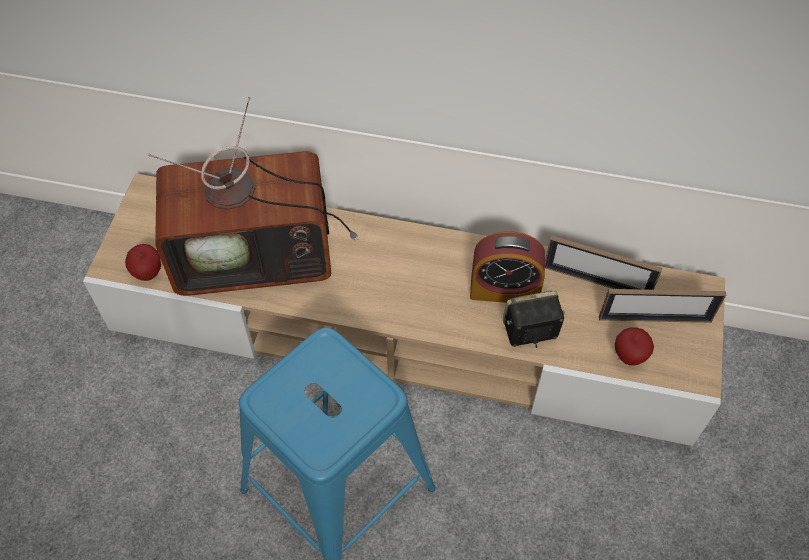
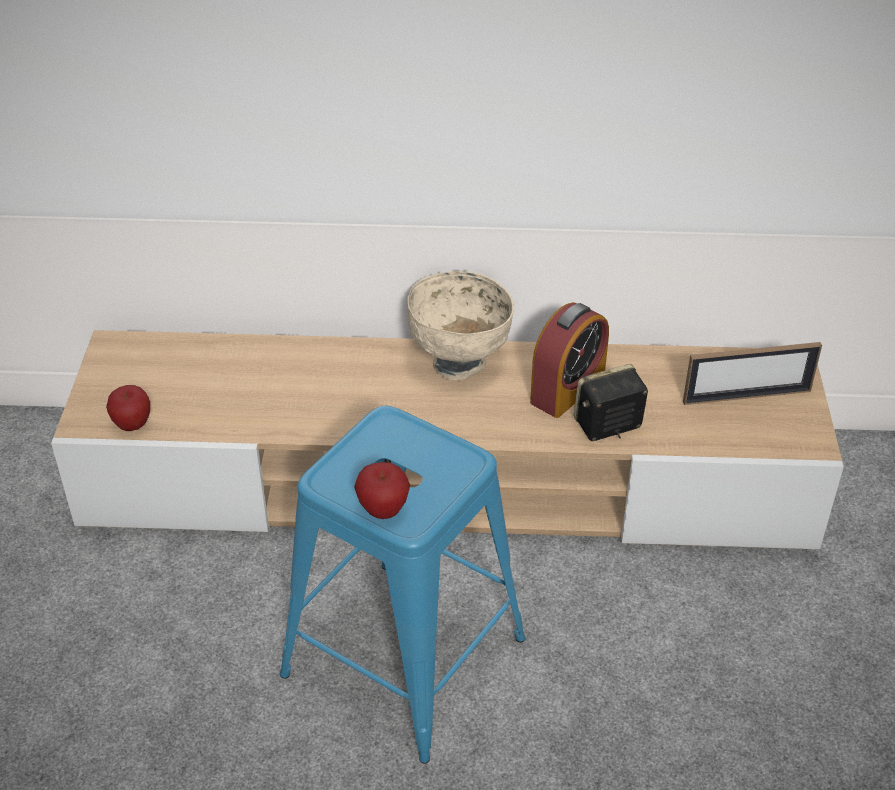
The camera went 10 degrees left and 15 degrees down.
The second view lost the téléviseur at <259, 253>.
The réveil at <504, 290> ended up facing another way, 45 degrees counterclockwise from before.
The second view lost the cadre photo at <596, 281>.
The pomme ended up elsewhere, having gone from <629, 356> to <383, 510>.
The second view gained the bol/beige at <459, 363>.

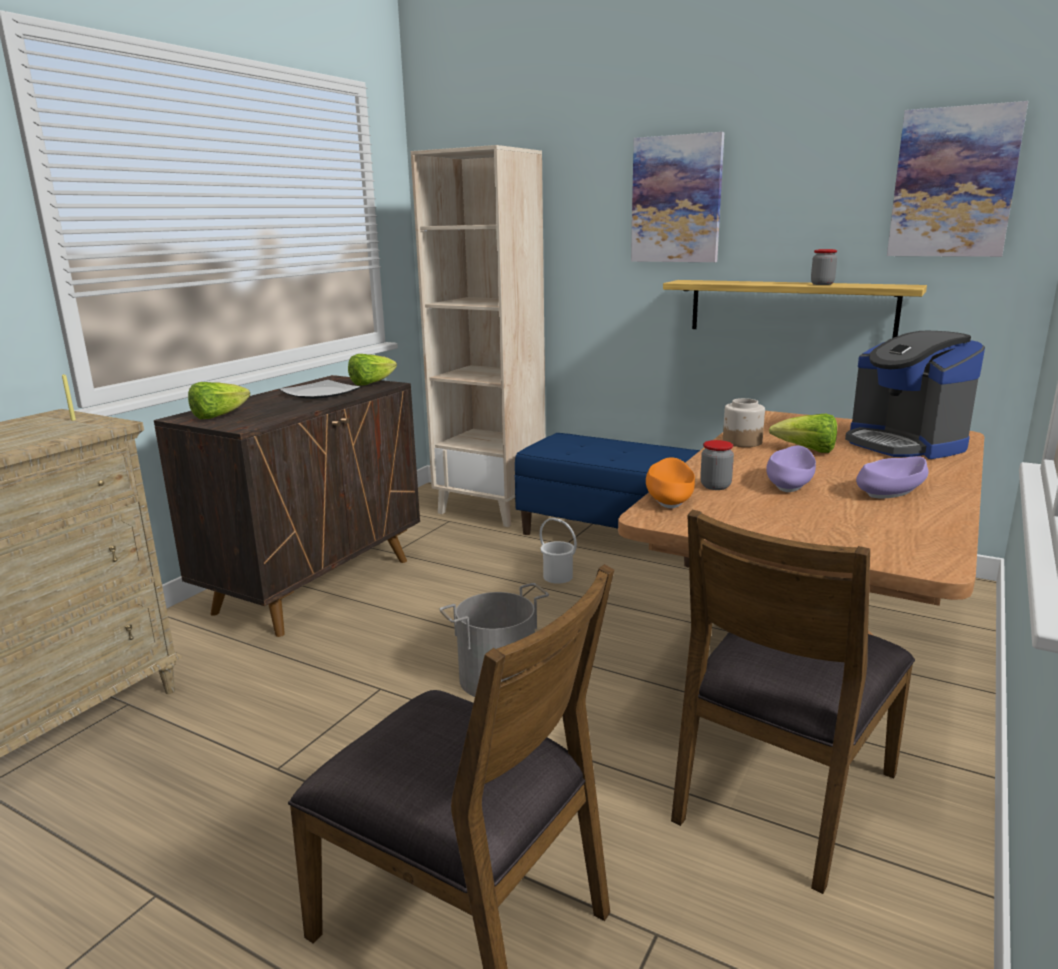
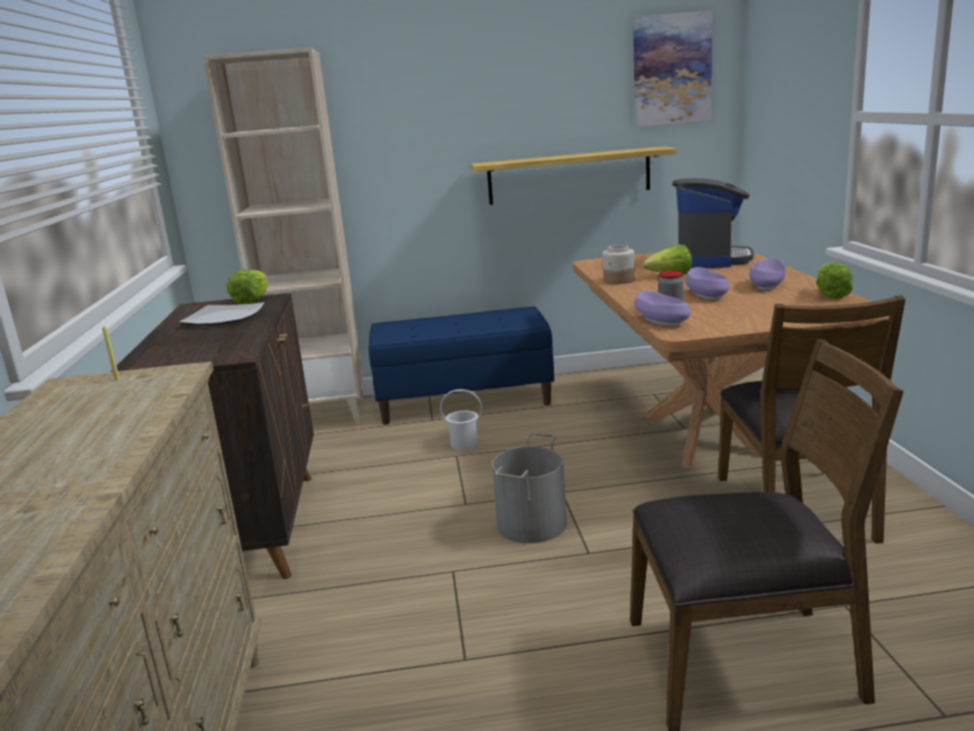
The camera went 35 degrees left and 0 degrees up.
The second view lost the tableau at <676, 200>.
The second view lost the bocal at <822, 284>.
The machine à café at <904, 444> ended up facing another way, 105 degrees counterclockwise from before.
The laitue ended up elsewhere, having gone from <219, 416> to <830, 295>.
What was the bol/orange at <669, 498> turned into the bol/violet at <661, 320>.

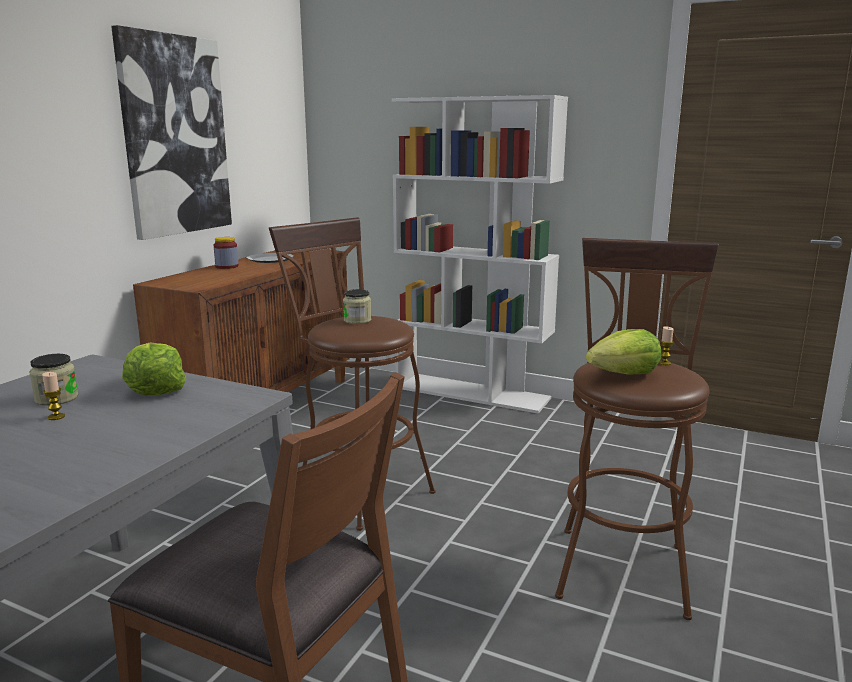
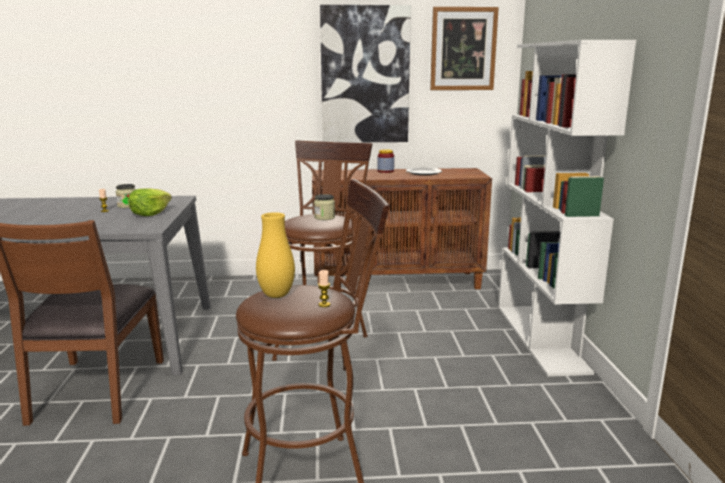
The camera went 60 degrees right and 0 degrees up.
Where the laitue stood at <624, 374>, the vase/jaune came to stand at <276, 295>.
The second view gained the tableau at <463, 49>.

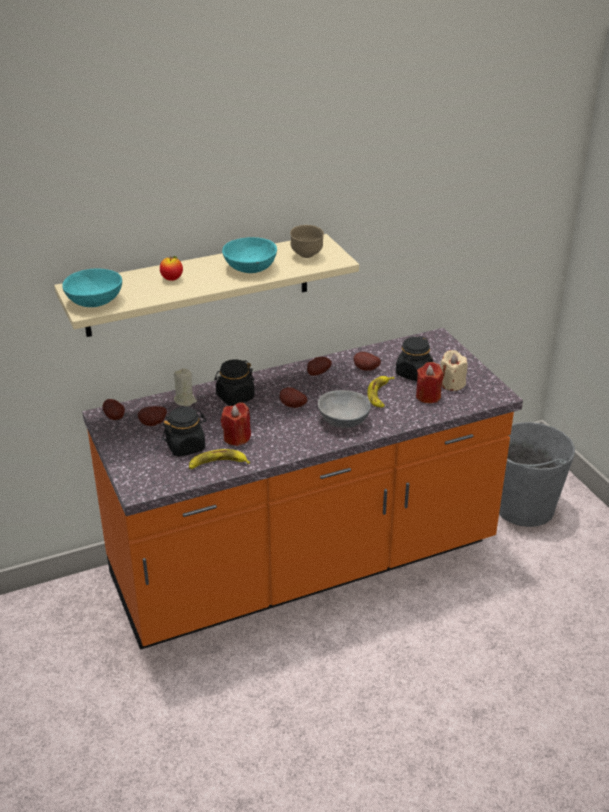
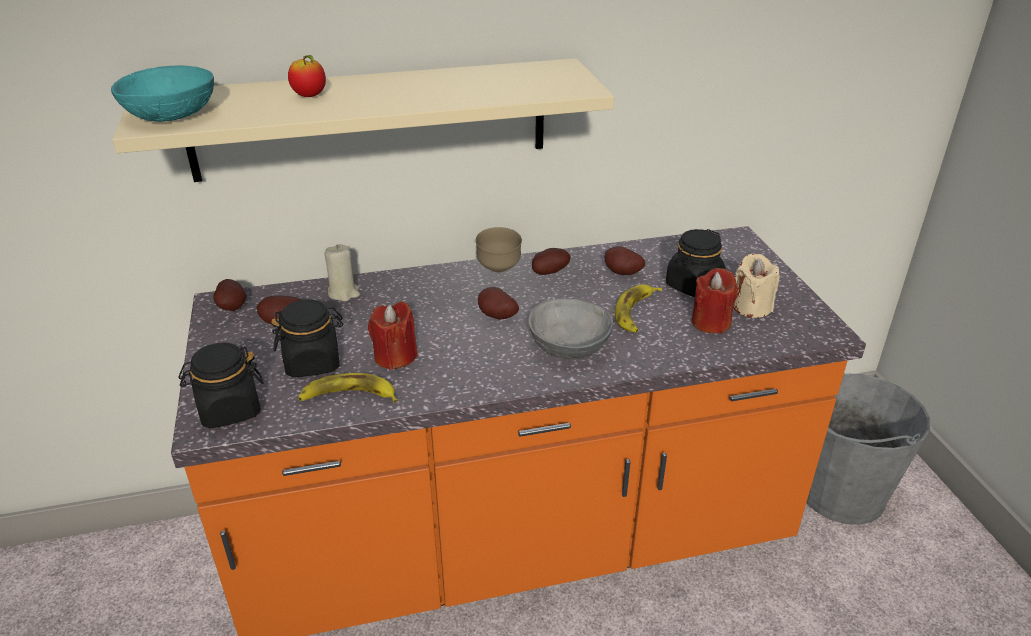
The camera went 10 degrees right and 0 degrees up.
The bol/marron ended up elsewhere, having gone from <307, 256> to <499, 269>.
The second view lost the bol/turquoise at <250, 267>.
The bocal/noir ended up elsewhere, having gone from <235, 397> to <229, 409>.

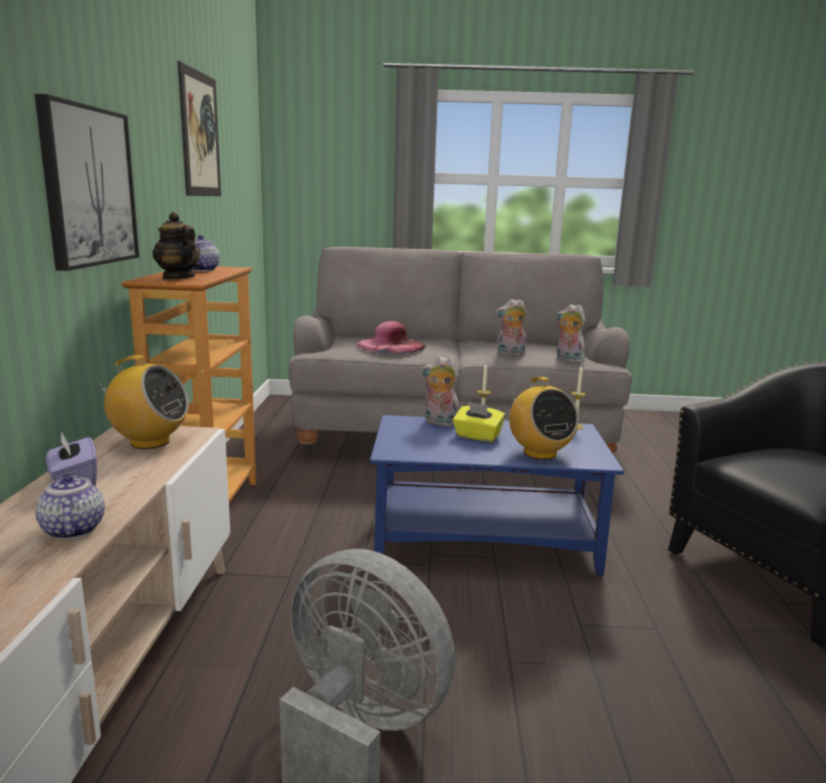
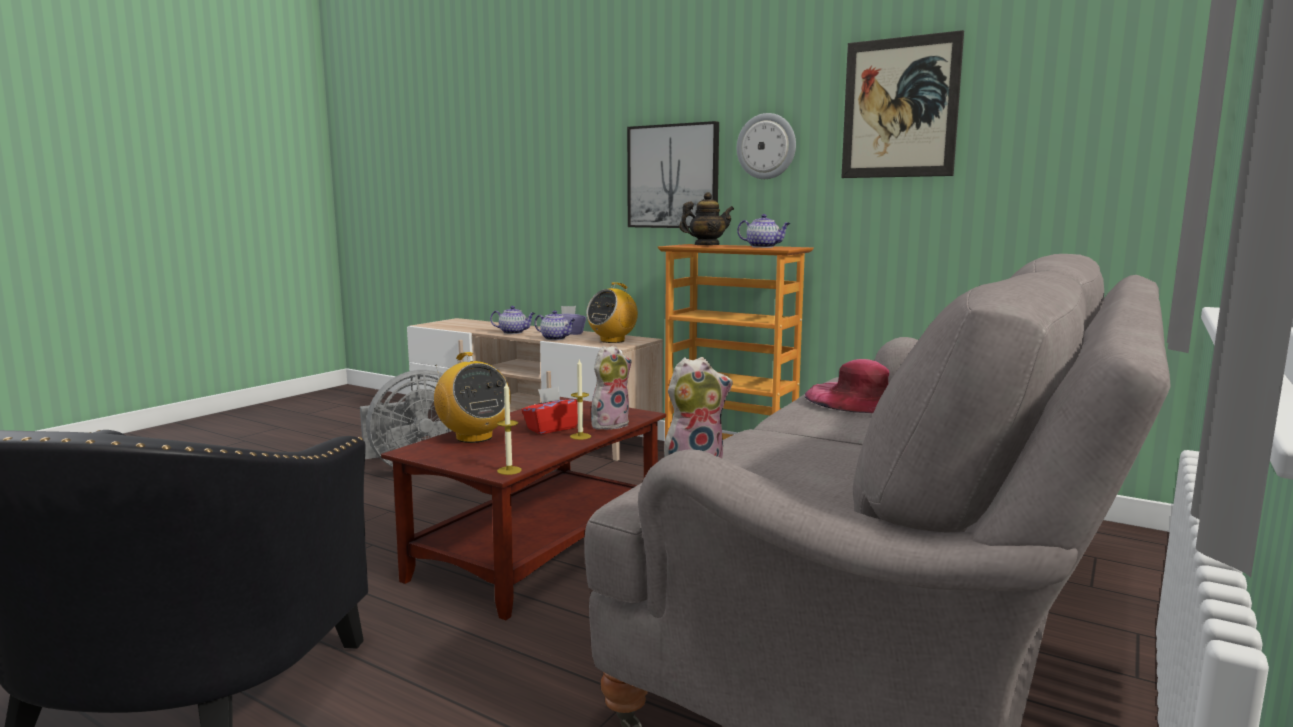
The camera went 120 degrees right and 5 degrees down.
The second view lost the peluche at <510, 354>.
The radio at <539, 453> ended up facing another way, 135 degrees counterclockwise from before.
What was the boîte à mouchoirs/jaune at <477, 436> turned into the boîte à mouchoirs/rouge at <551, 428>.
What was the table basse/bleu at <486, 539> turned into the table basse/marron at <539, 550>.
The second view gained the horloge murale at <766, 146>.
The second view gained the théière at <556, 338>.

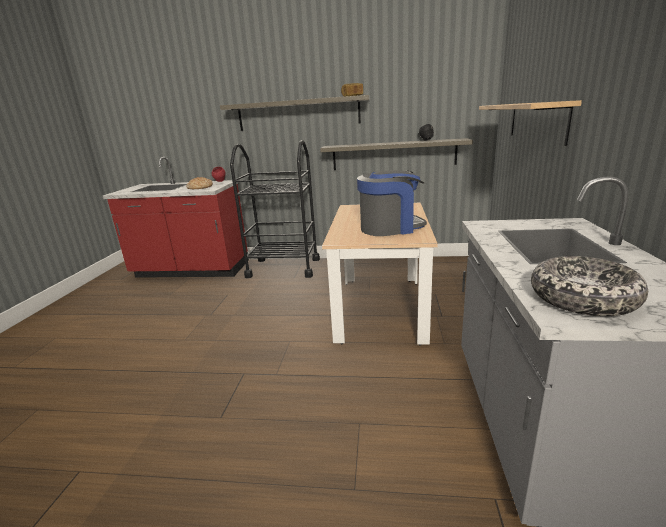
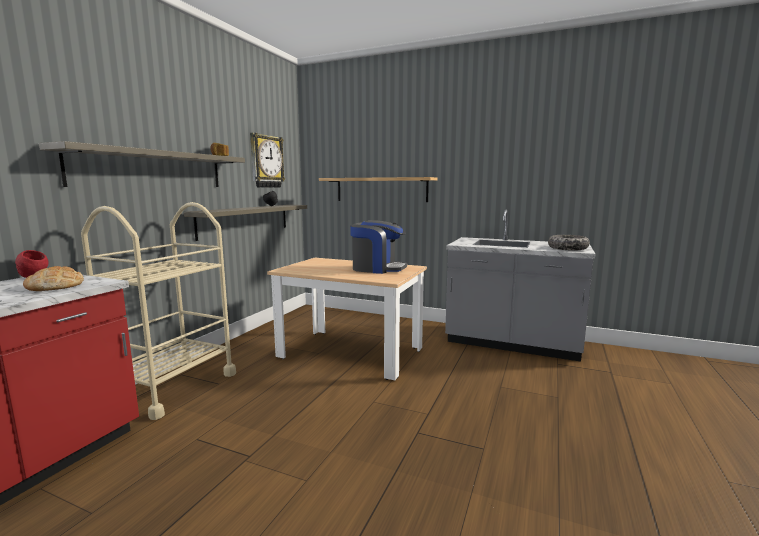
The camera went 75 degrees left and 10 degrees down.
What was the chariot/noir at <283, 268> turned into the chariot/beige at <173, 387>.
The machine à café at <390, 228> ended up facing another way, 105 degrees clockwise from before.
The second view gained the horloge murale at <266, 161>.

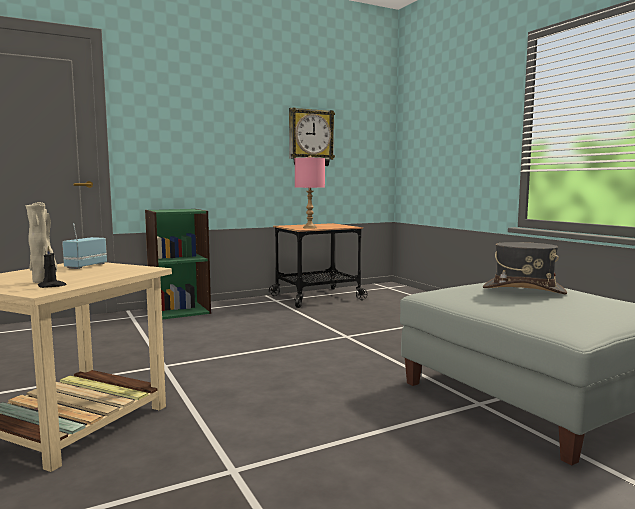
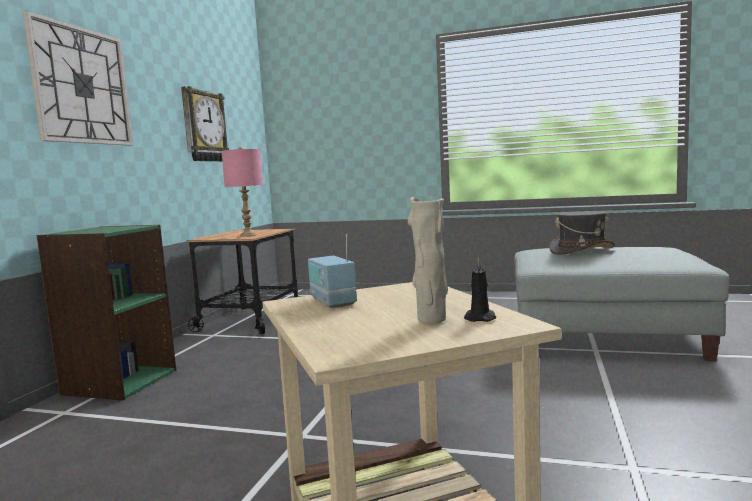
The camera went 45 degrees left and 0 degrees up.
The second view gained the horloge murale at <82, 86>.

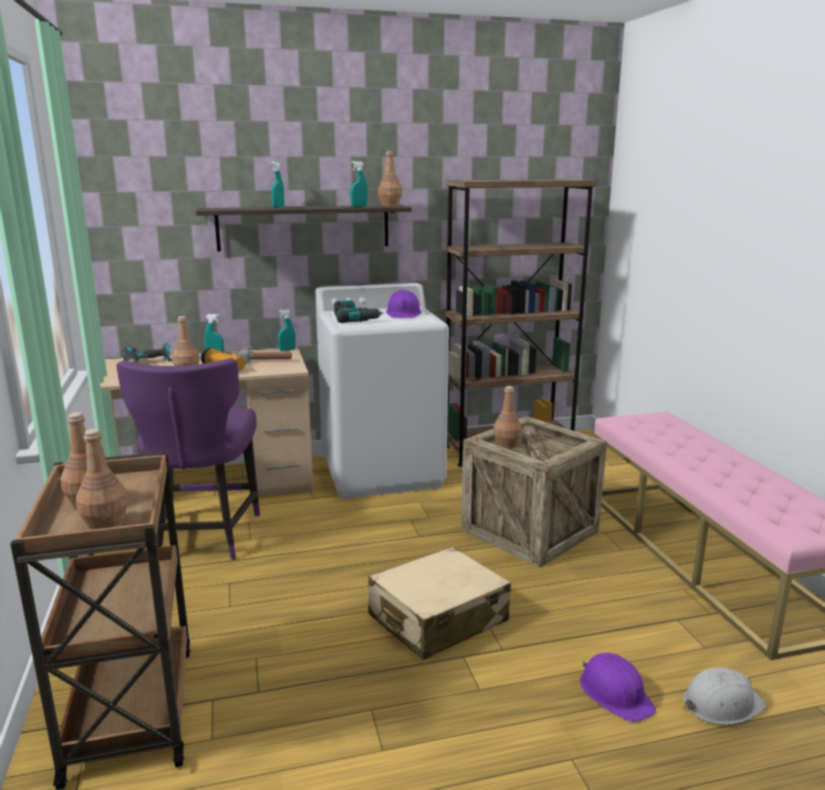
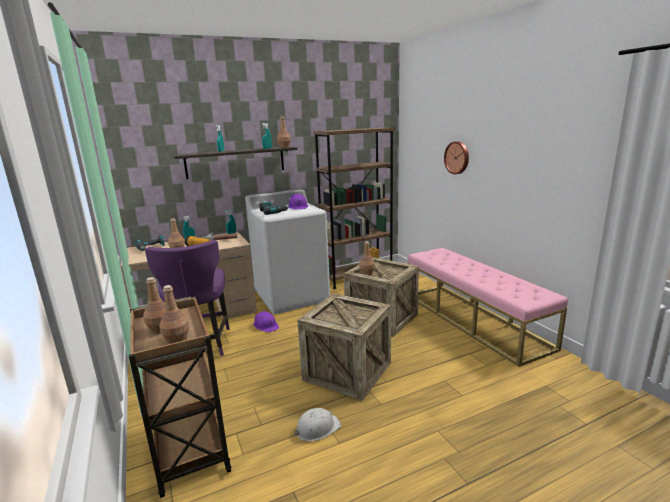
The camera went 10 degrees left and 0 degrees up.
Where the valise/beige stood at <437, 619>, the caisse came to stand at <347, 371>.
The casque de chantier/violet ended up elsewhere, having gone from <615, 693> to <266, 325>.
The casque de chantier/blanc ended up elsewhere, having gone from <721, 704> to <317, 428>.
The second view gained the horloge murale at <457, 157>.

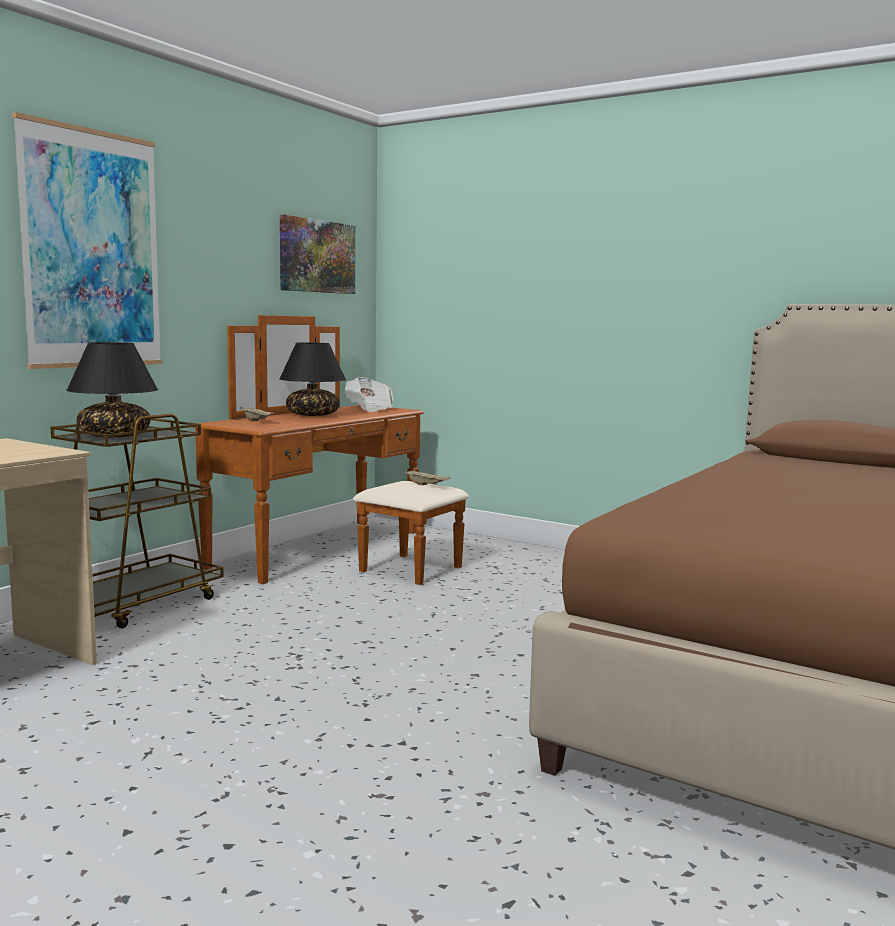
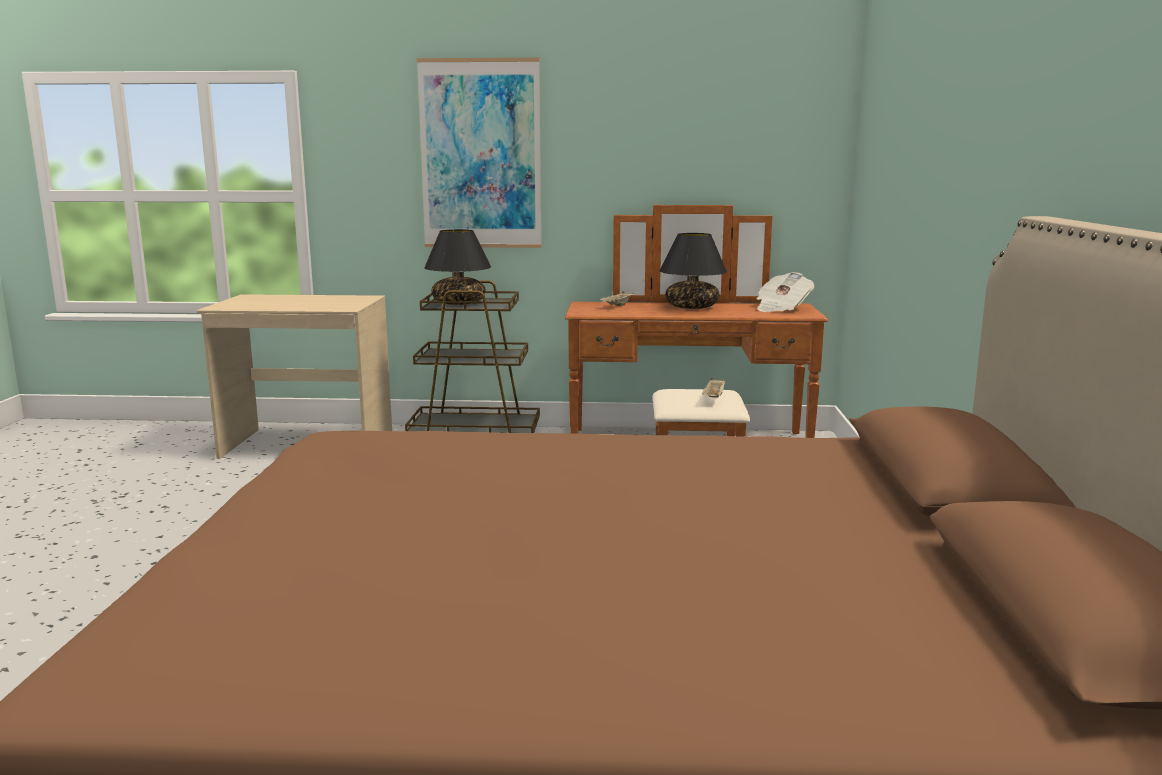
The camera went 60 degrees right and 5 degrees up.
The second view lost the tableau at <317, 256>.

